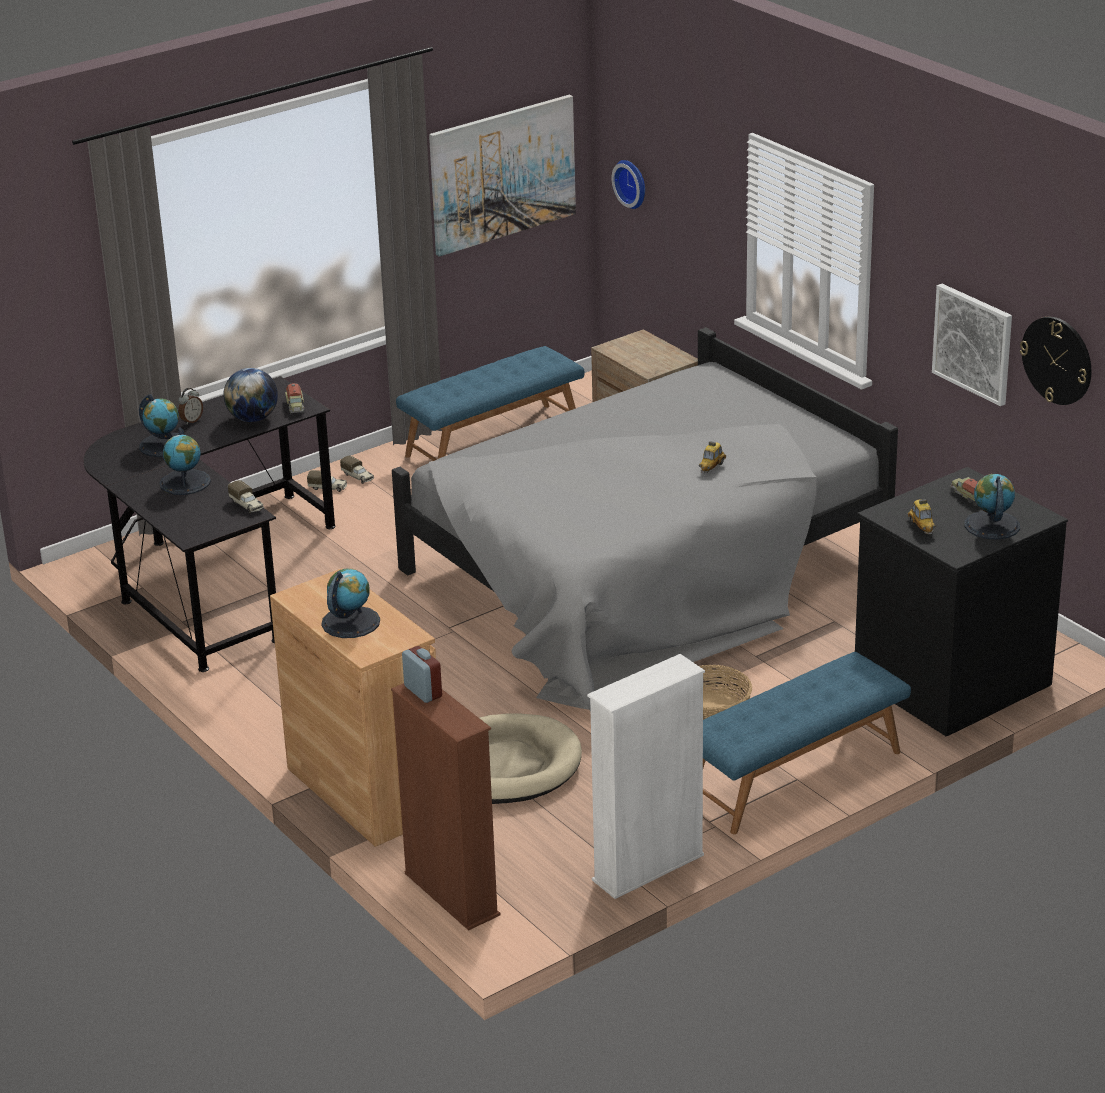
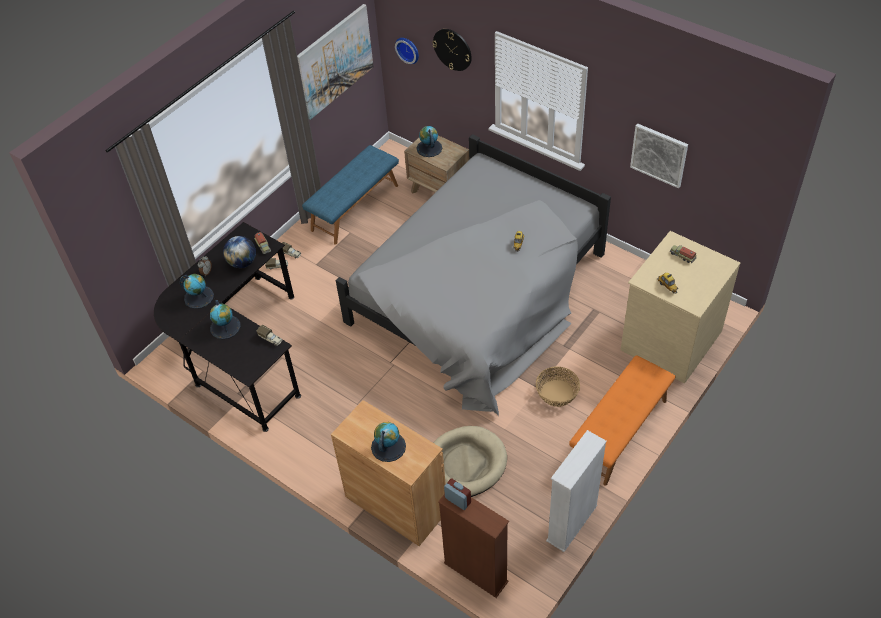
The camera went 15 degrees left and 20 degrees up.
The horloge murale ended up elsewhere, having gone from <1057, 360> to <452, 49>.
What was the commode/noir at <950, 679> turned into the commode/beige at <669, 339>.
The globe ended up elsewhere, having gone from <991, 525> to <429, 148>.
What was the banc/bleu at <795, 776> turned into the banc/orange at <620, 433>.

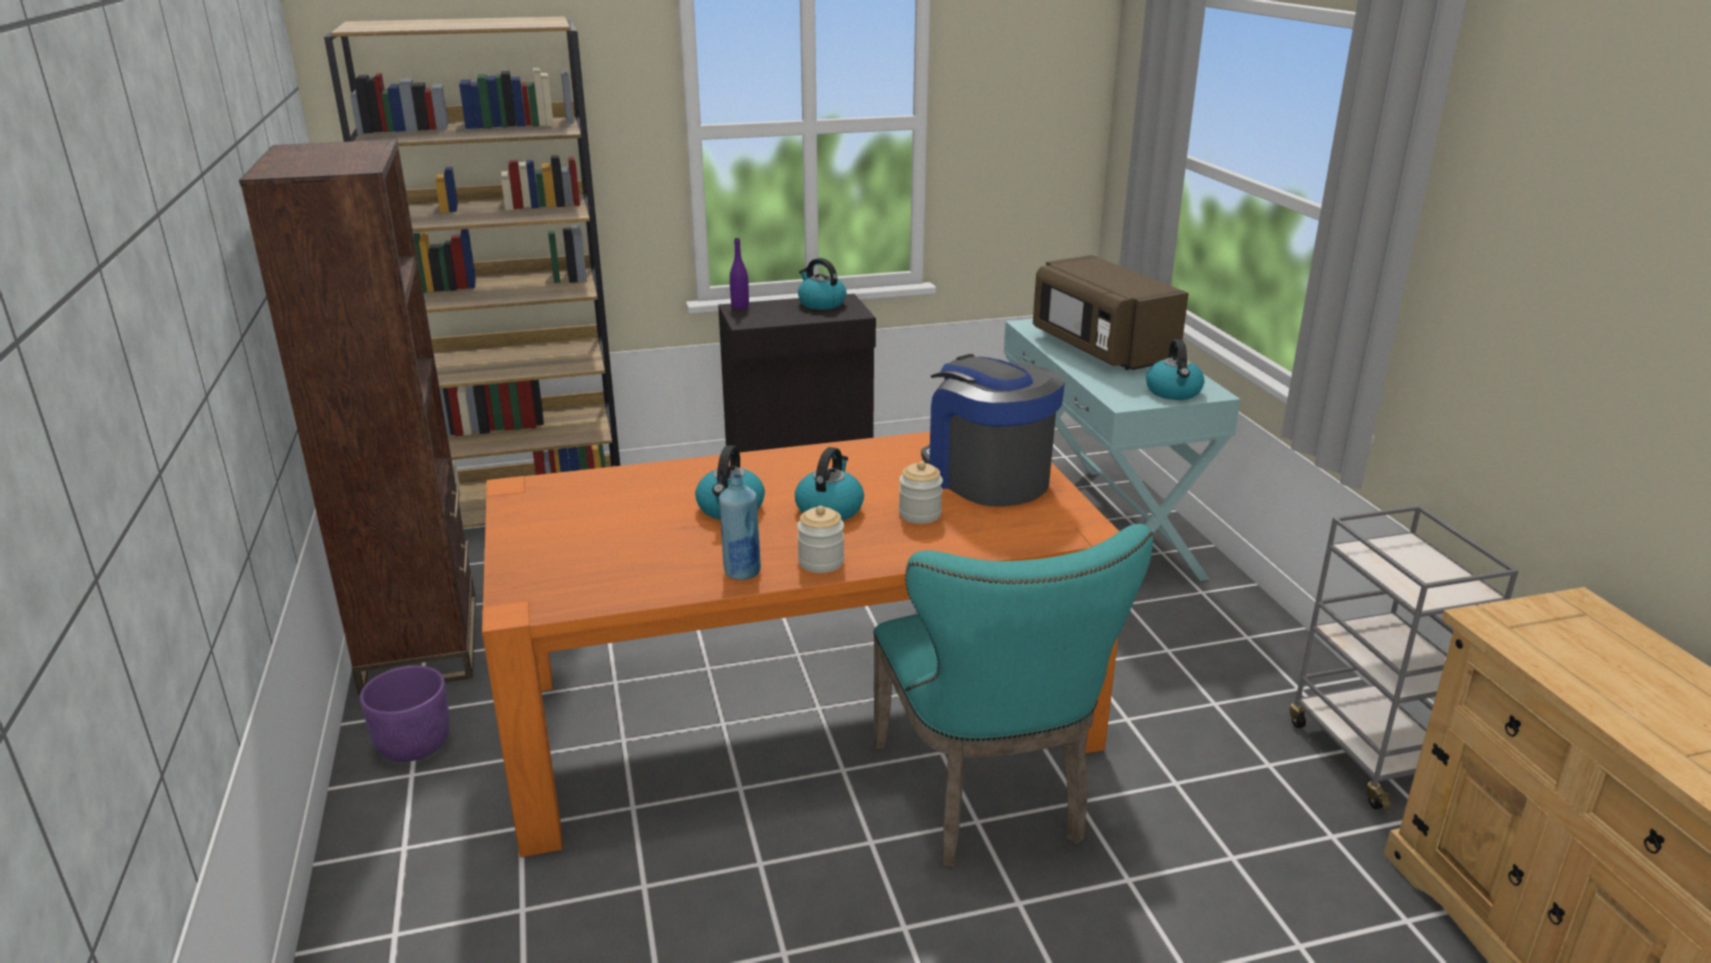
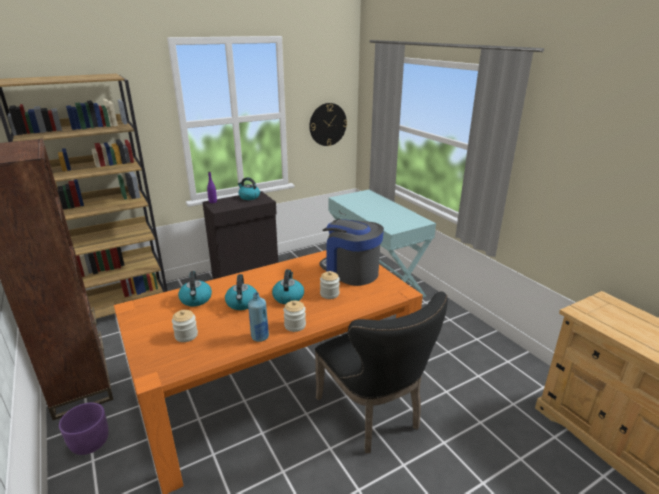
The camera went 15 degrees left and 0 degrees up.
The second view lost the micro-ondes/marron at <1100, 349>.
The bouilloire ended up elsewhere, having gone from <1174, 392> to <196, 300>.
The second view lost the chariot/gris at <1371, 753>.
What was the chaise/turquoise at <987, 799> turned into the chaise/noir at <373, 415>.
The second view gained the horloge murale at <327, 124>.
The second view gained the bocal at <186, 335>.

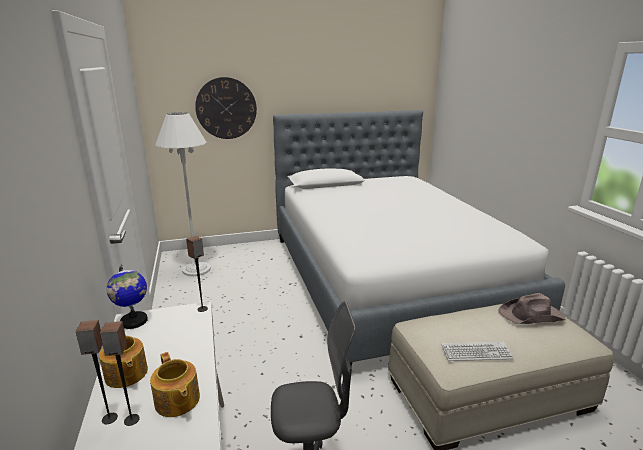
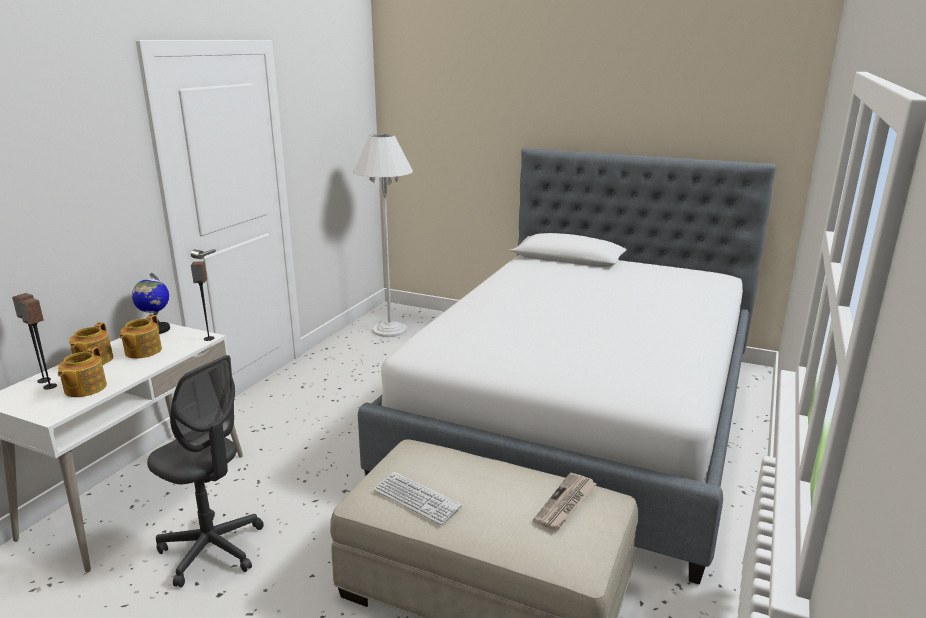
The camera went 40 degrees right and 0 degrees up.
The second view lost the horloge murale at <226, 108>.
Where the chapeau/marron stood at <531, 315>, the journal came to stand at <566, 504>.
The second view gained the théière at <142, 351>.

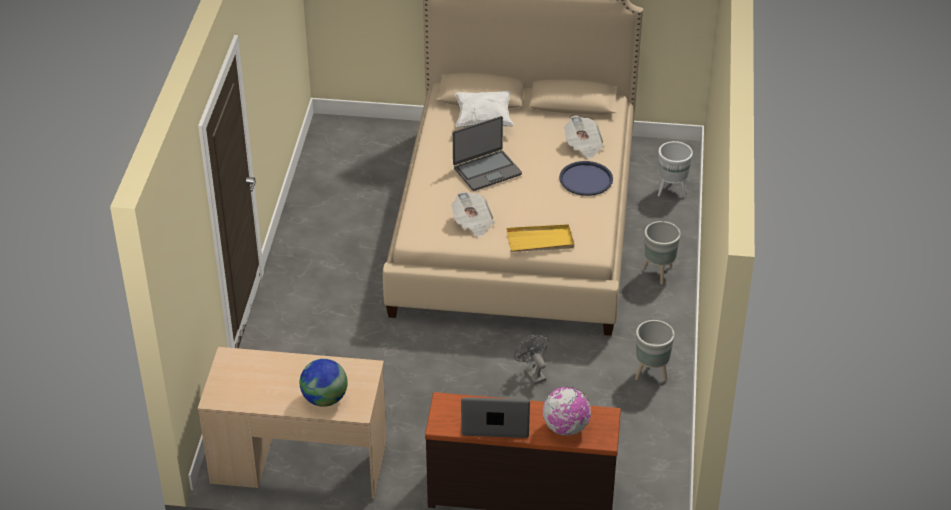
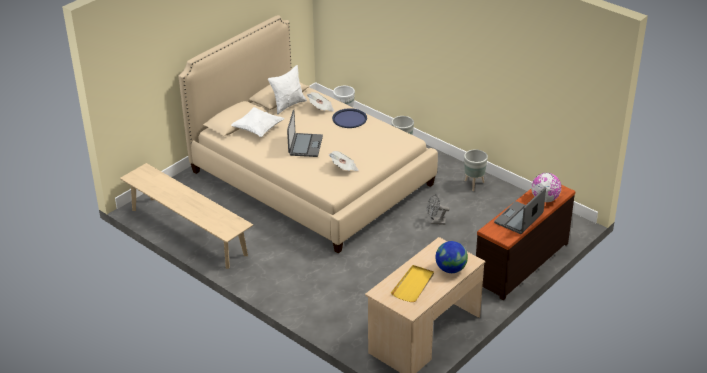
The camera went 55 degrees left and 5 degrees down.
The plateau/jaune ended up elsewhere, having gone from <540, 241> to <413, 285>.
The second view gained the coussin/blanc at <288, 105>.
The second view gained the banc/beige at <188, 232>.

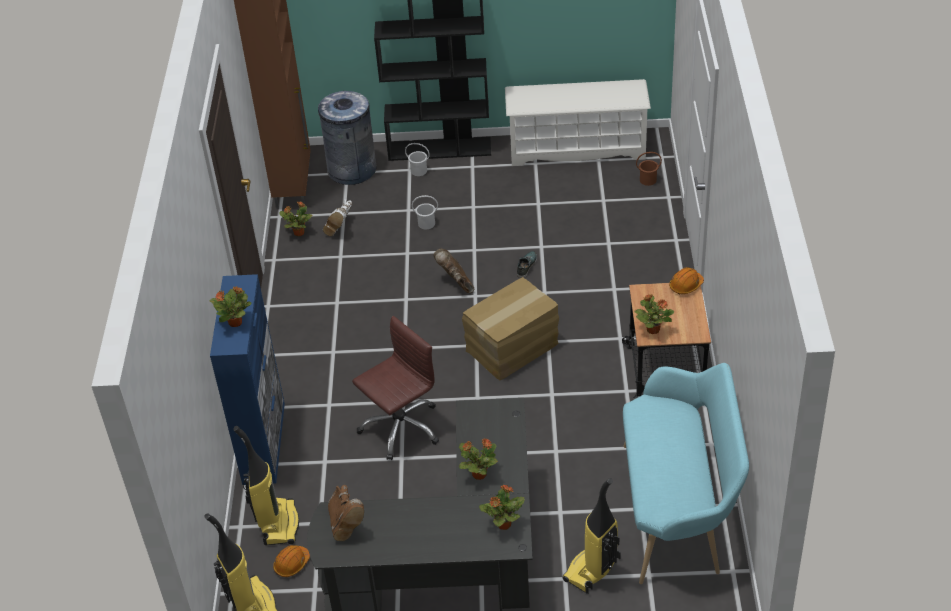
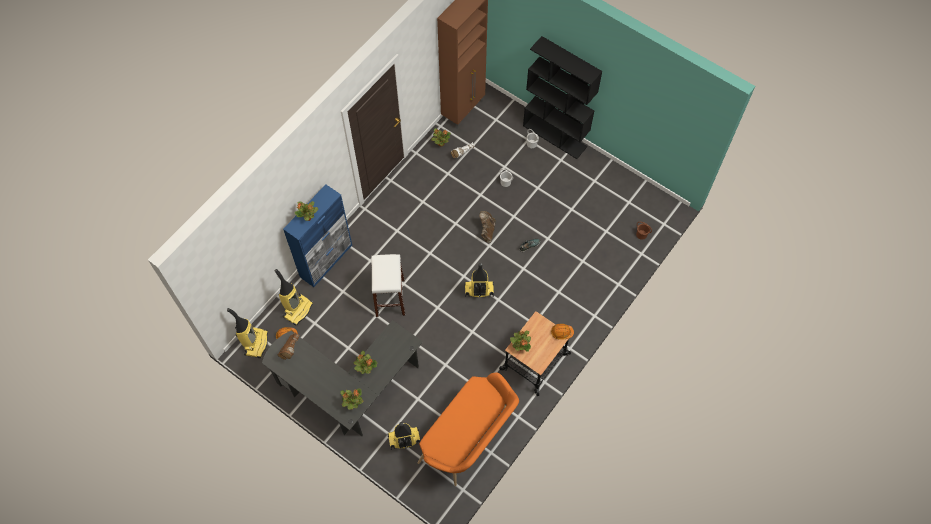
The camera went 35 degrees right and 20 degrees up.
The second view lost the étagère à chaussures/blanc at <577, 148>.
The second view lost the poubelle/gris at <352, 170>.
Where the carton stood at <512, 348>, the aspirateur came to stand at <478, 290>.
Where the chaise de bureau/marron stood at <400, 427>, the tabouret/blanc came to stand at <390, 297>.
What was the banc/turquoise at <678, 510> turned into the banc/orange at <469, 439>.

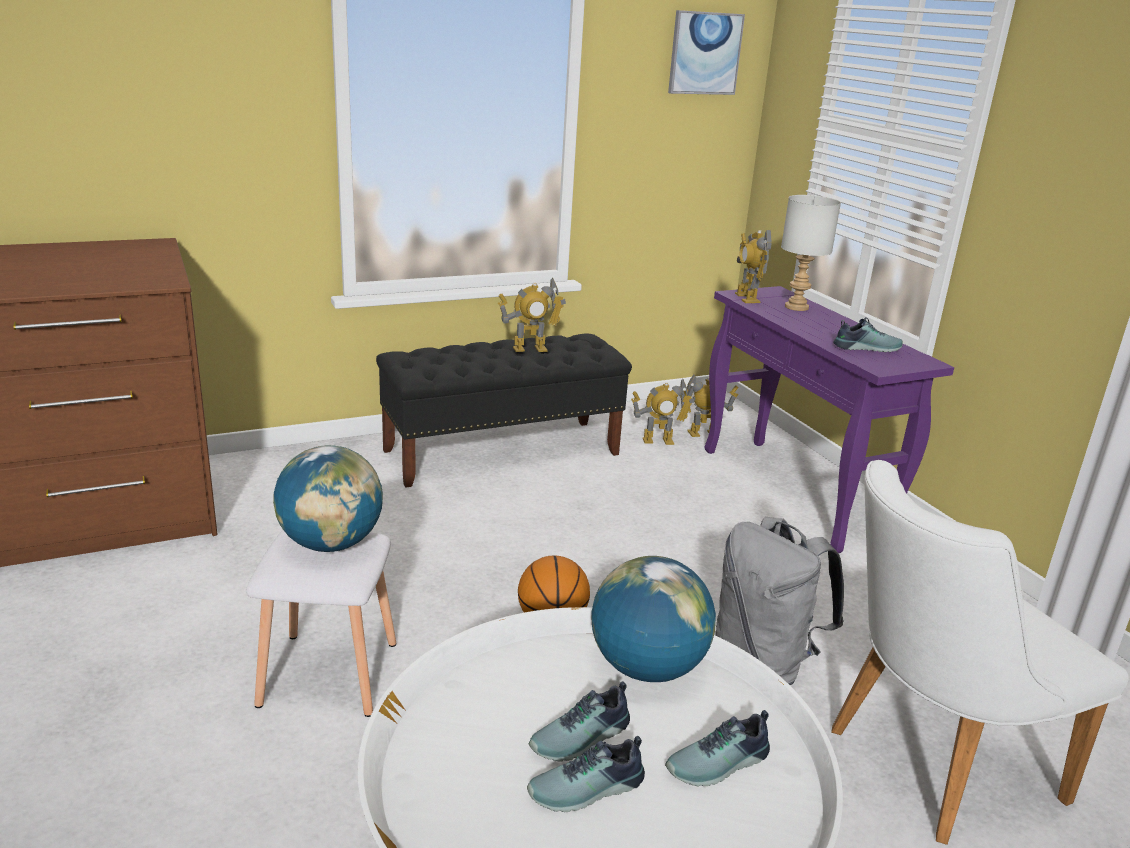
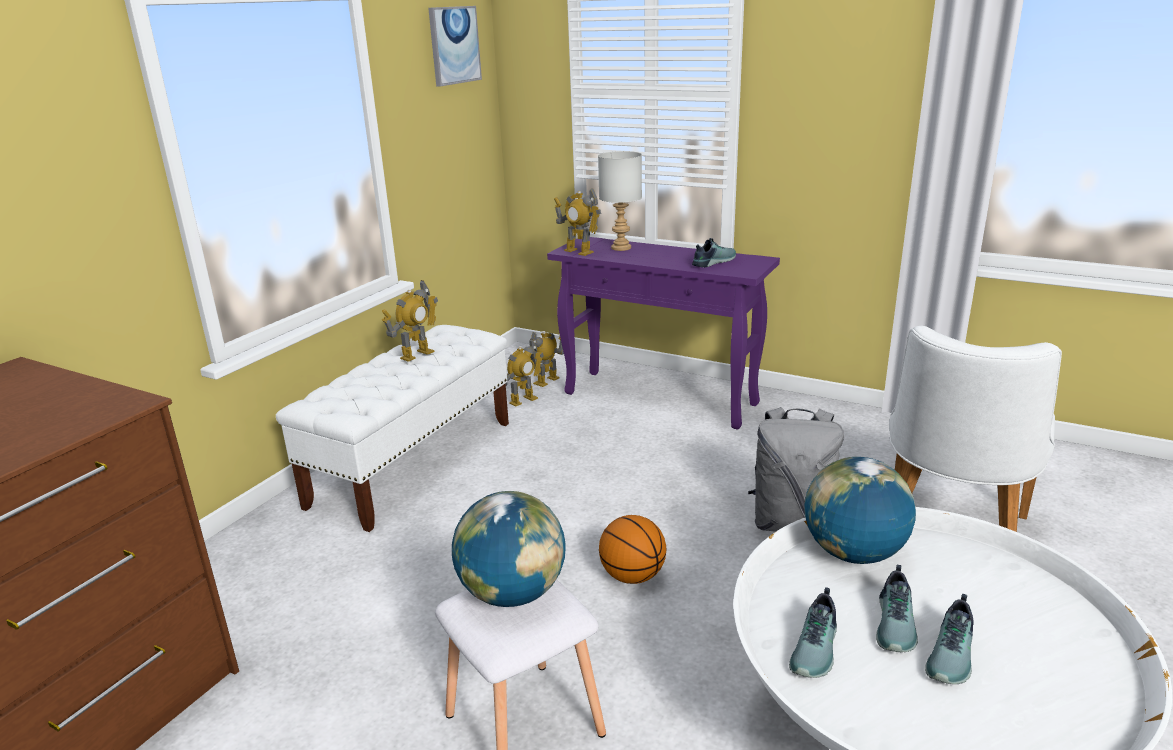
The camera went 35 degrees left and 0 degrees up.
What was the banc/noir at <503, 452> turned into the banc/blanc at <414, 462>.
The chaussure ended up elsewhere, having gone from <719, 765> to <817, 649>.

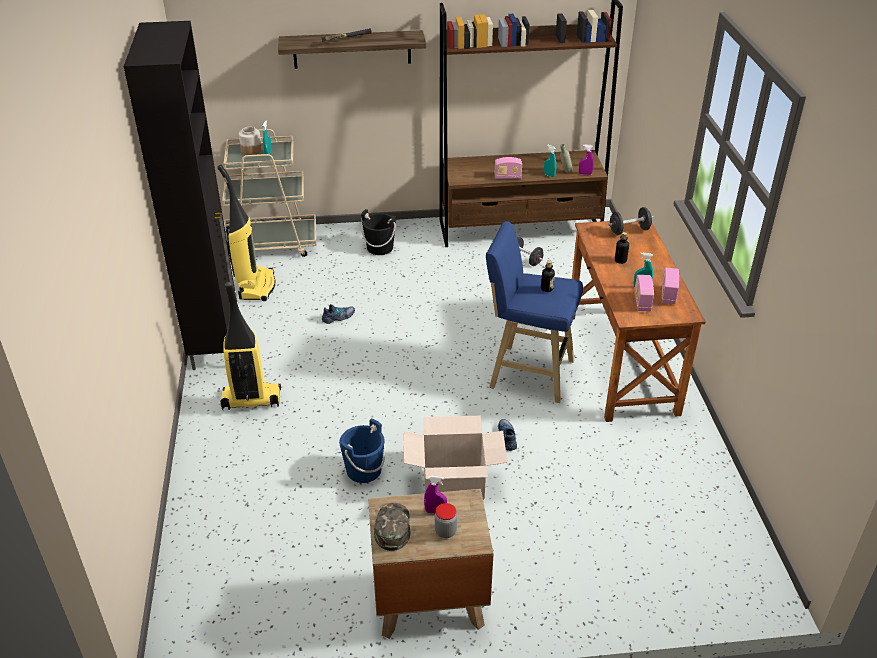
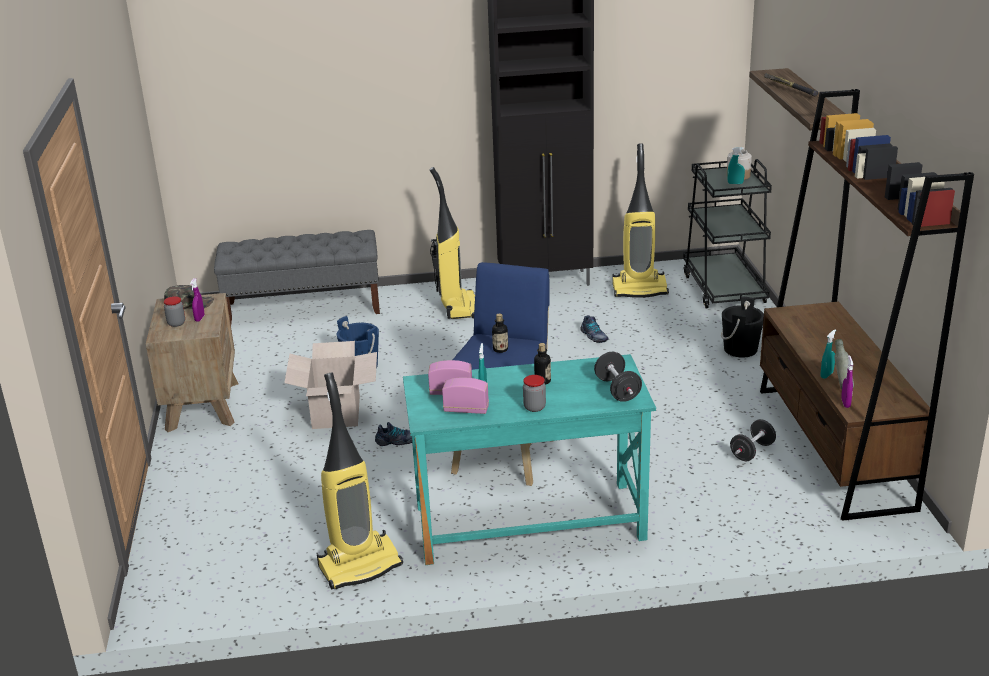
The camera went 90 degrees right and 10 degrees down.
What was the chariot/beige at <271, 244> turned into the chariot/noir at <724, 288>.
The second view lost the radio at <507, 177>.
What was the bureau/marron at <621, 363> turned into the bureau/turquoise at <529, 523>.
The second view gained the banc/gris at <304, 308>.
The second view gained the aspirateur at <360, 565>.
The second view gained the bocal at <534, 407>.

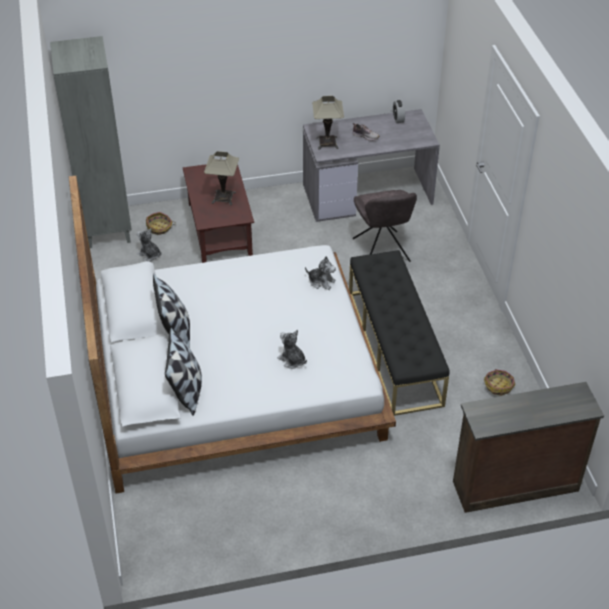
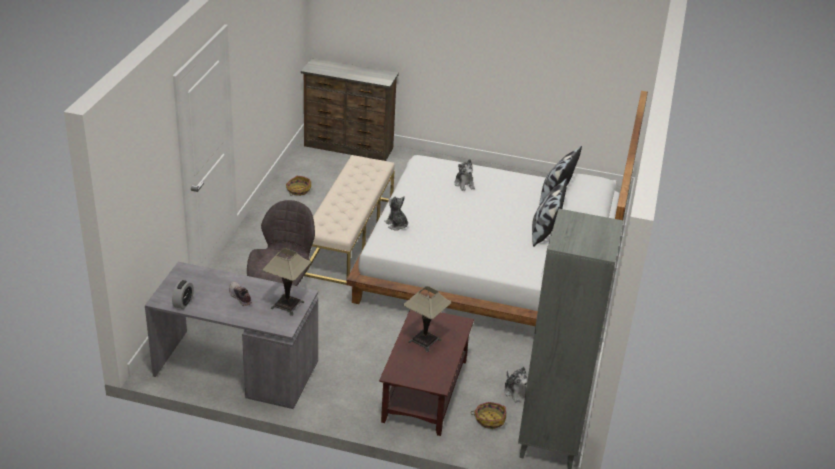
The camera went 155 degrees left and 10 degrees down.
What was the banc/noir at <394, 347> turned into the banc/beige at <349, 237>.

